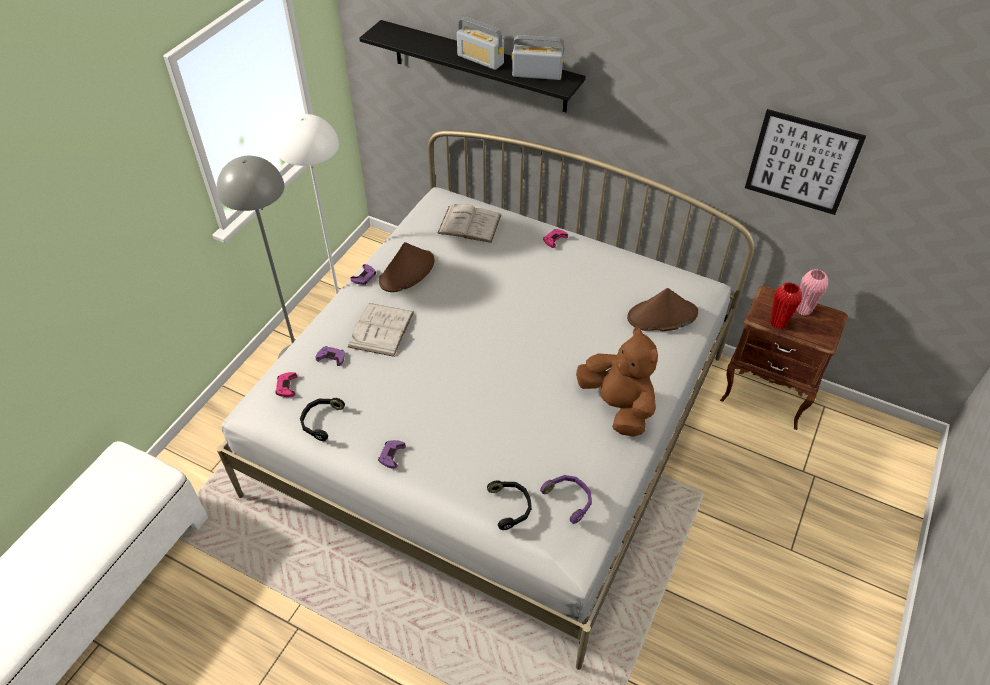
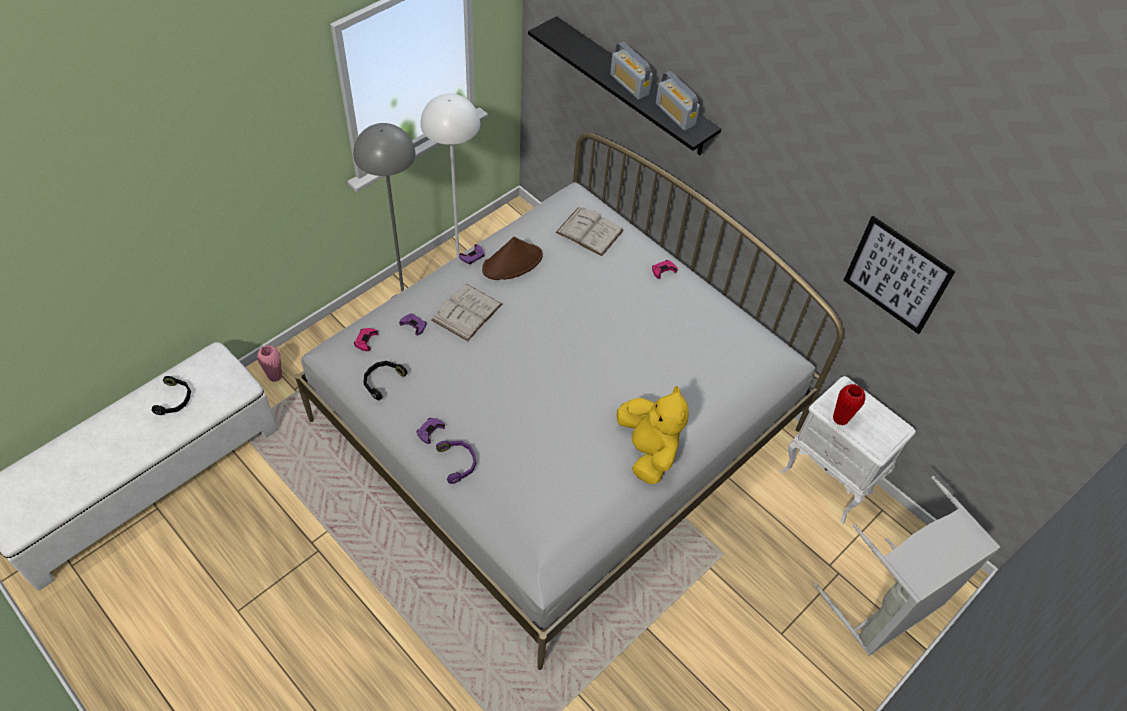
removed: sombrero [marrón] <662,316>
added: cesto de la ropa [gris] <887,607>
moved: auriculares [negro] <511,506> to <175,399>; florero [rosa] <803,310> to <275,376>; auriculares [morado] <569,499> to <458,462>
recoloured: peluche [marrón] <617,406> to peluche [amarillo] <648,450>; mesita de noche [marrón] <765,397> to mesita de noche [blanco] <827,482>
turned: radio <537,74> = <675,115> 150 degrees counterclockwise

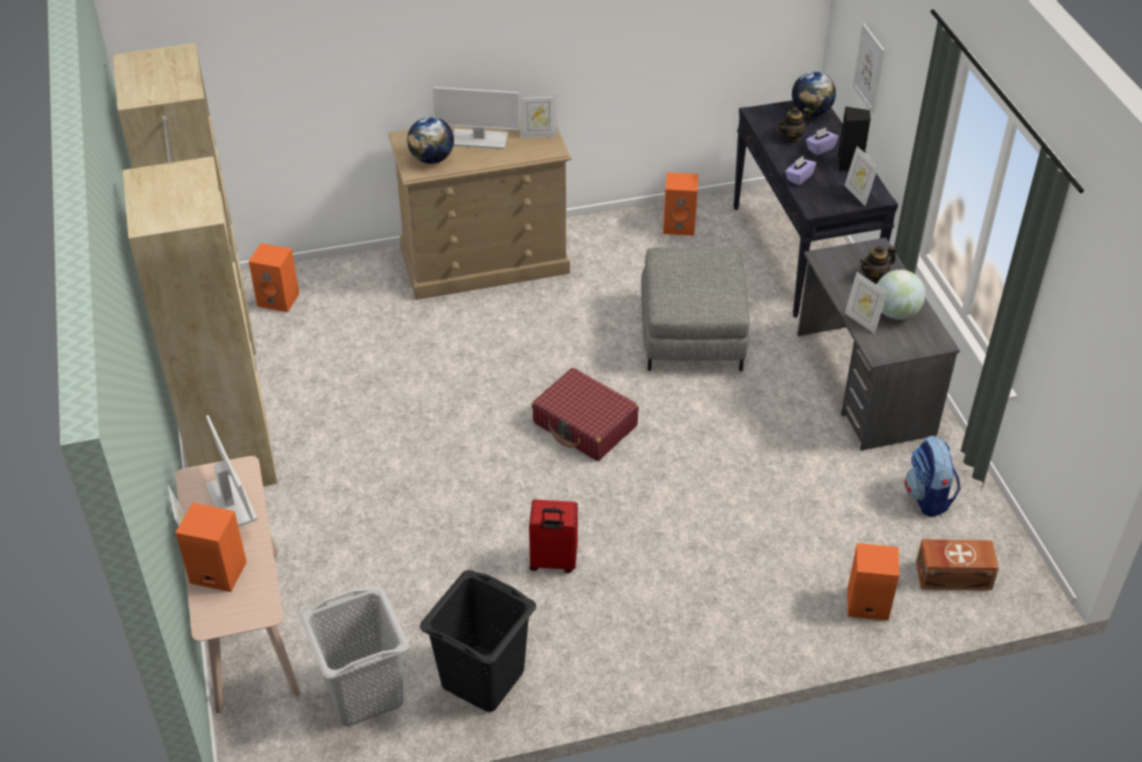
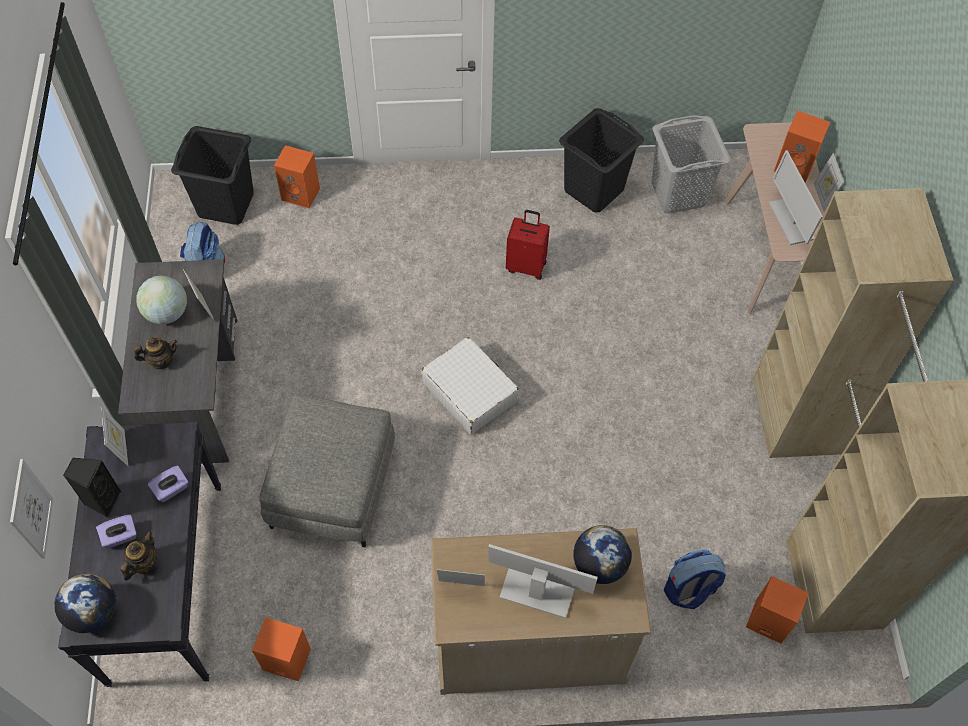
added: mochila <689,590>
replaced: caja de almacenaje [marrón] <952,574> to cesto de la ropa [negro] <226,205>
recoloured: maleta [rojo] <585,425> to maleta [blanco] <469,391>
turned: tetera <792,138> = <143,563> 45 degrees counterclockwise

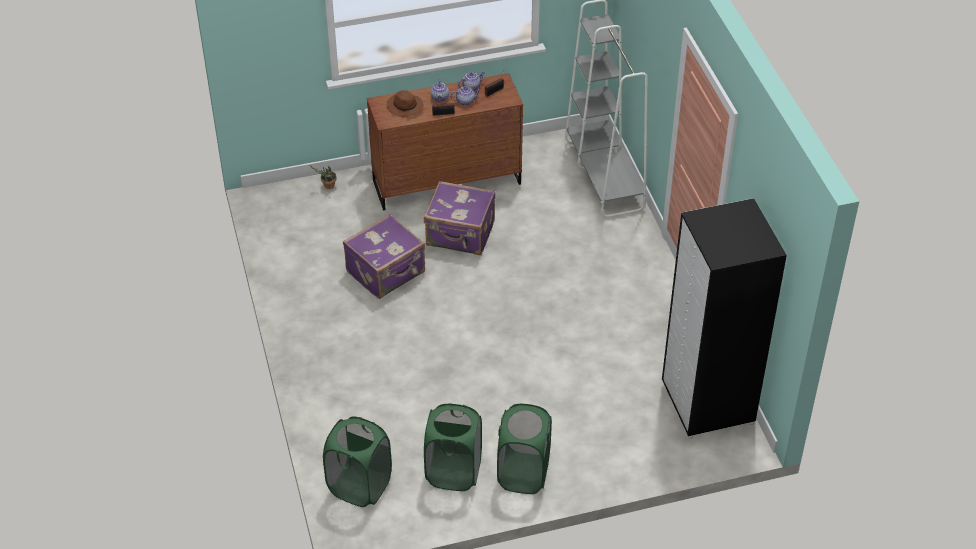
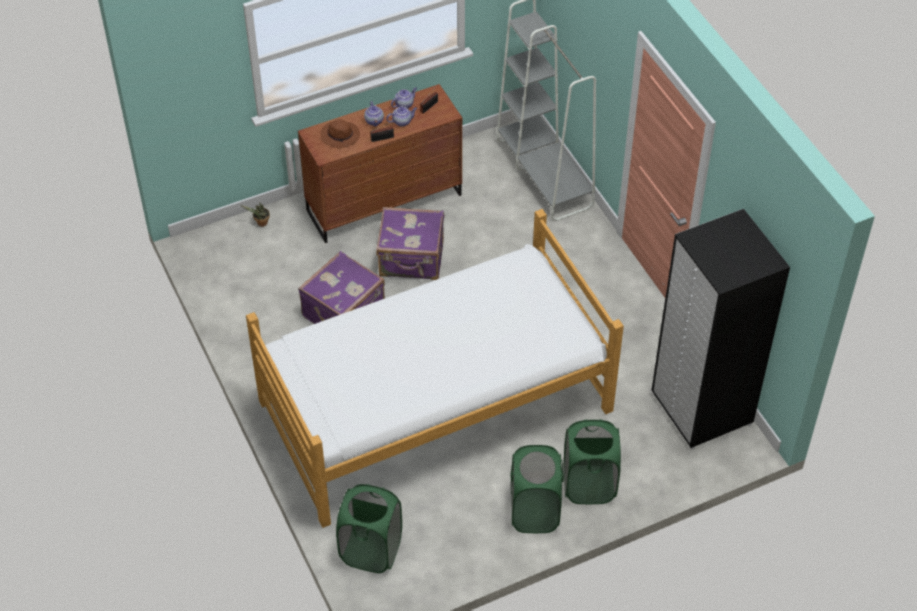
added: cama <434,405>
moved: cesto de la ropa [verde] <453,472> to <589,485>

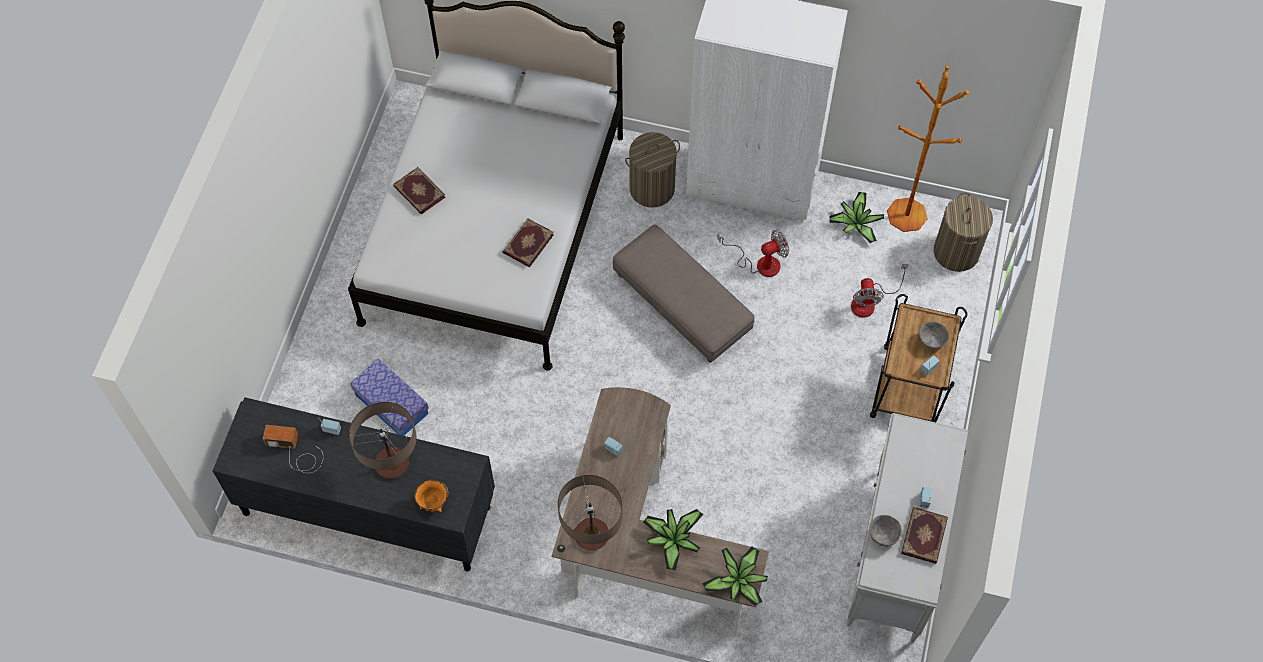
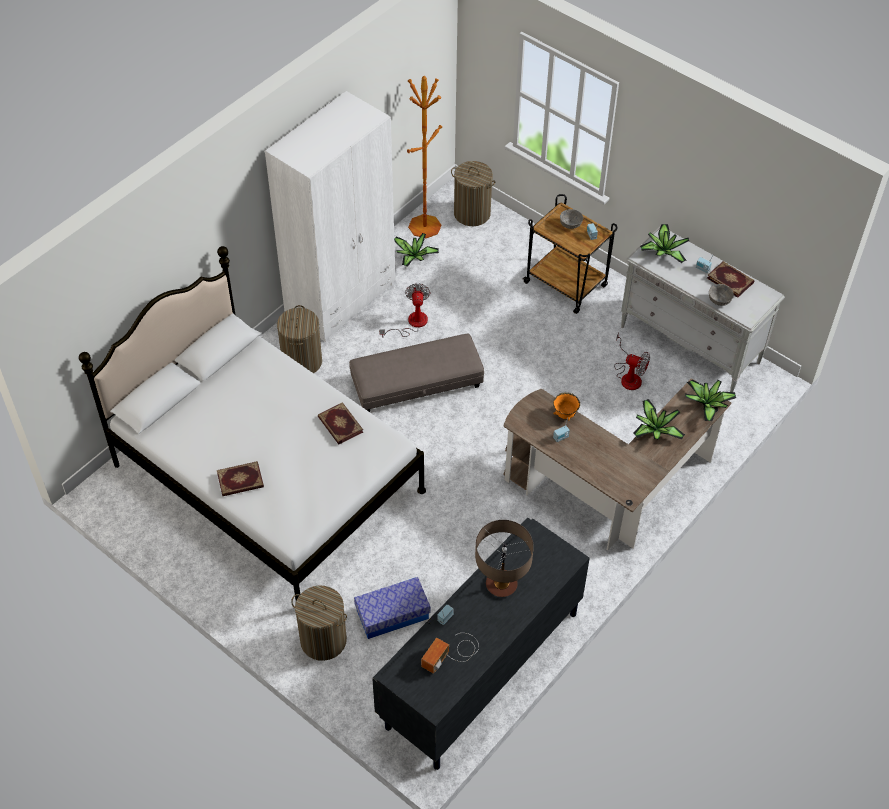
removed: lámpara de mesa <592,535>
added: cesto de la ropa <323,640>; planta en maceta <663,251>
moved: cuenco [naranja] <433,503> to <565,414>; ventilador <869,302> to <628,376>

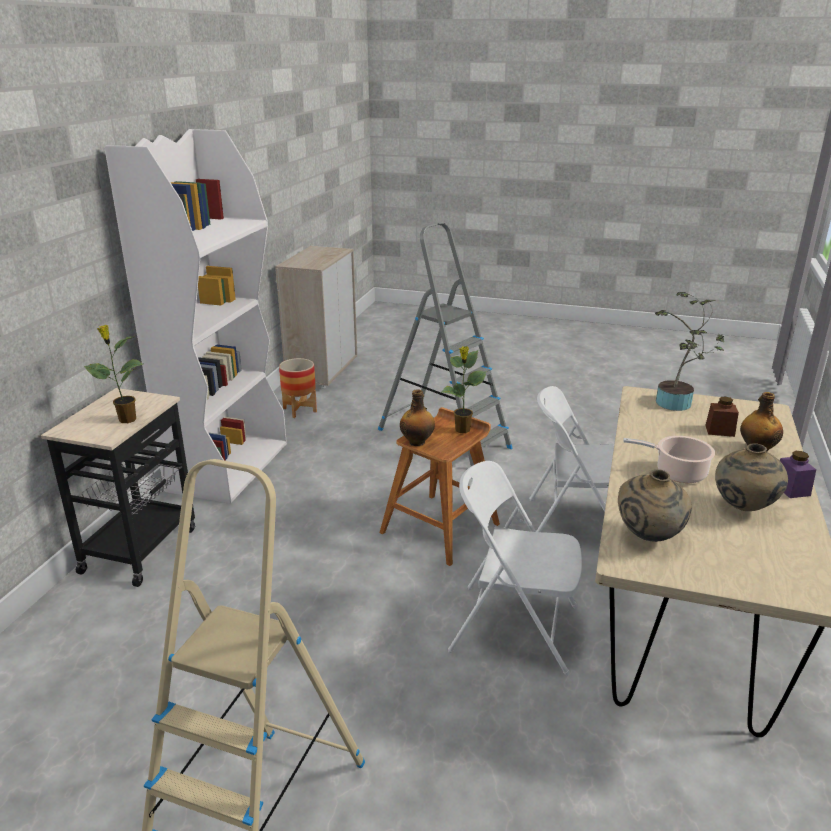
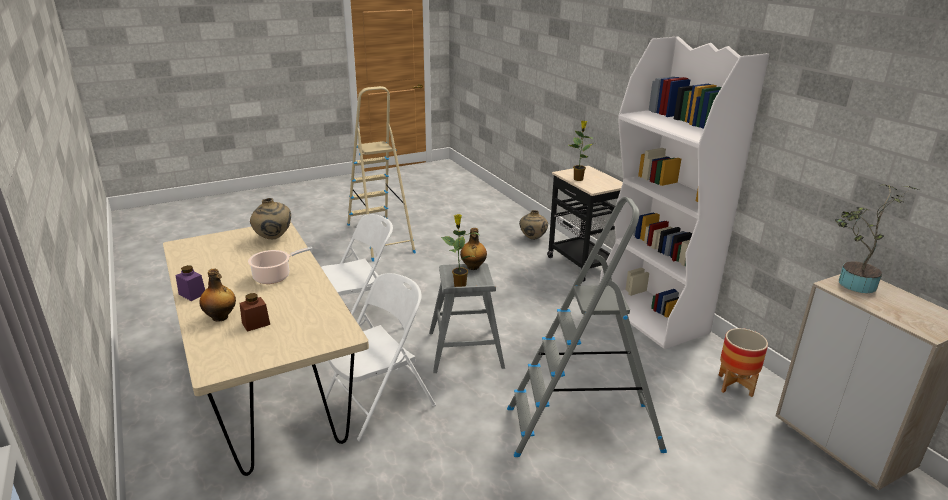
moved: florero [beis] <744,509> to <532,239>; planta en maceta <677,404> to <853,284>
recoloured: taburete [marrón] <441,527> to taburete [gris] <465,350>

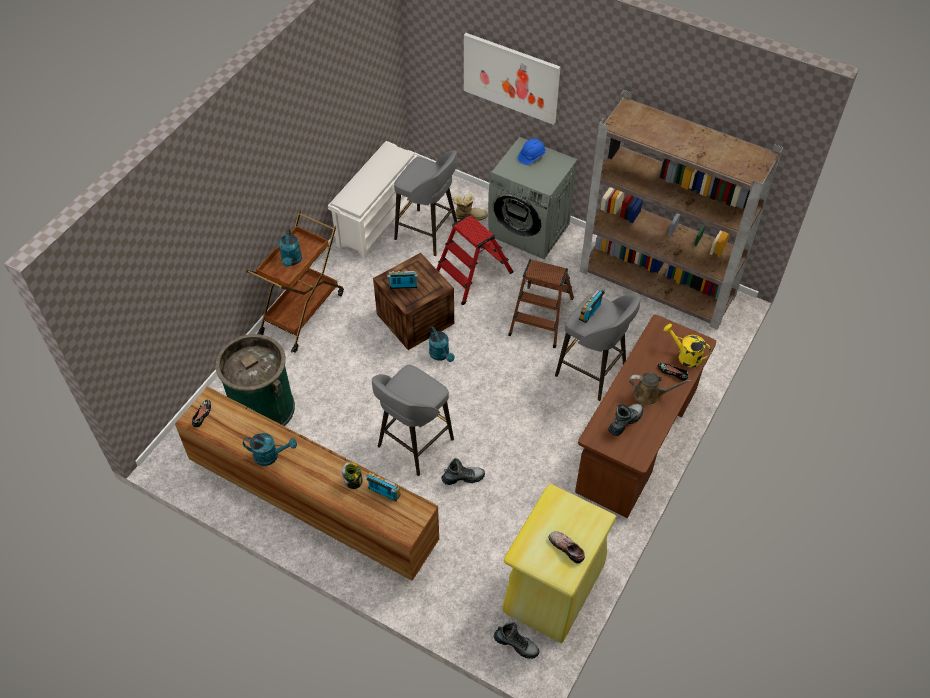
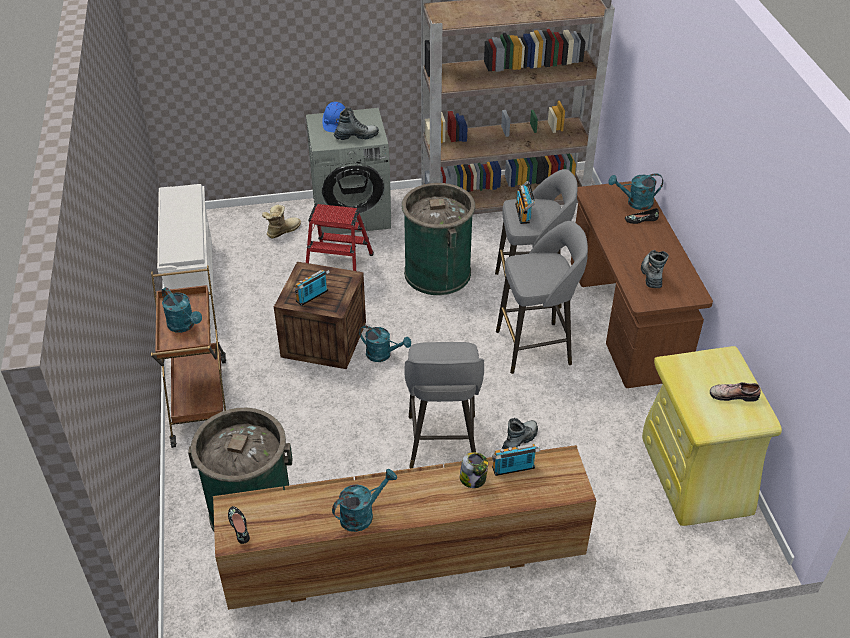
removed: cuadro <511,77>; regadera [marrón] <650,395>
moved: bota <516,644> to <356,136>; taburete [gris] <428,233> to <536,347>
replaced: escalera de tijera [marrón] <541,316> to papelera [verde] <437,273>
recoloured: regadera [amarillo] <685,356> to regadera [turquesa] <635,203>

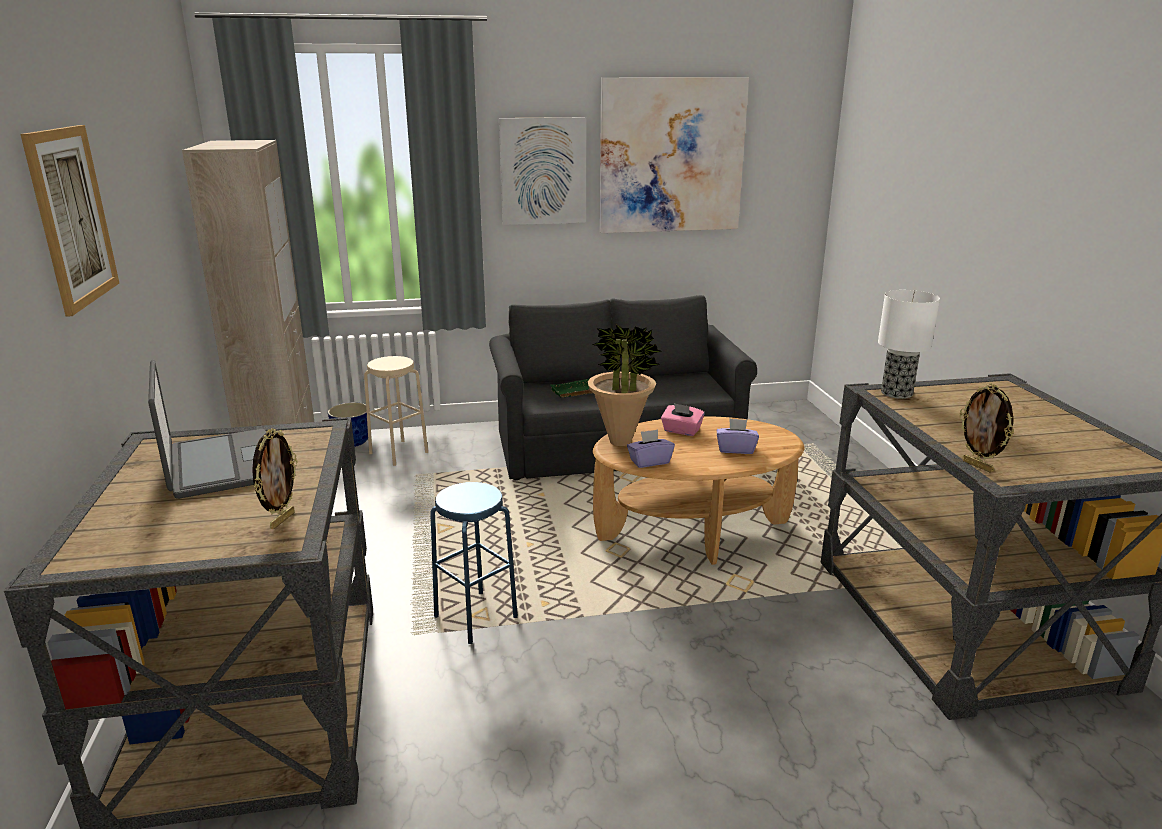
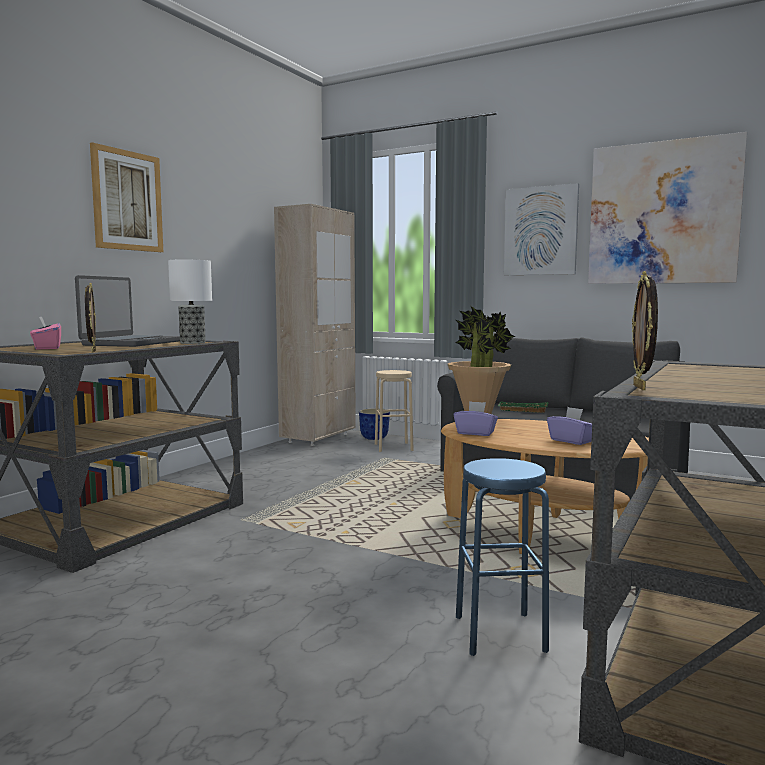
moved: caja de pañuelos [rosa] <681,431> to <47,348>; lámpara de mesa <895,393> to <192,343>; taburete [azul] <476,617> to <500,633>
turned: portarretratos <281,520> = <92,351> 75 degrees counterclockwise

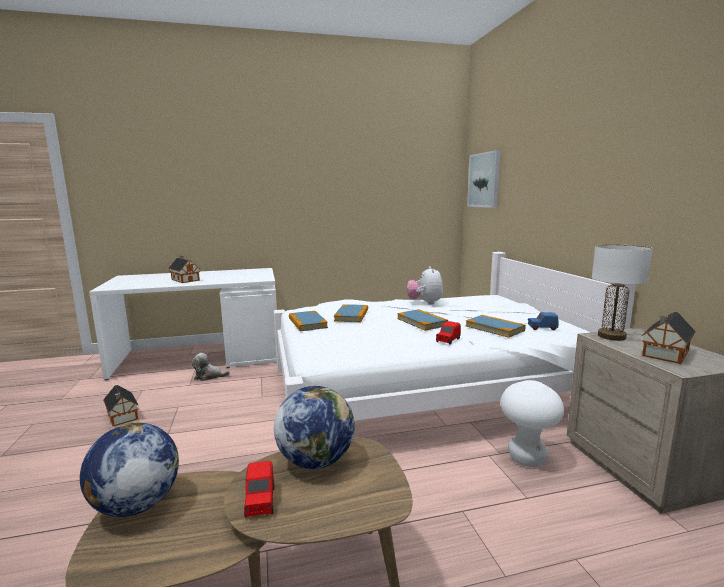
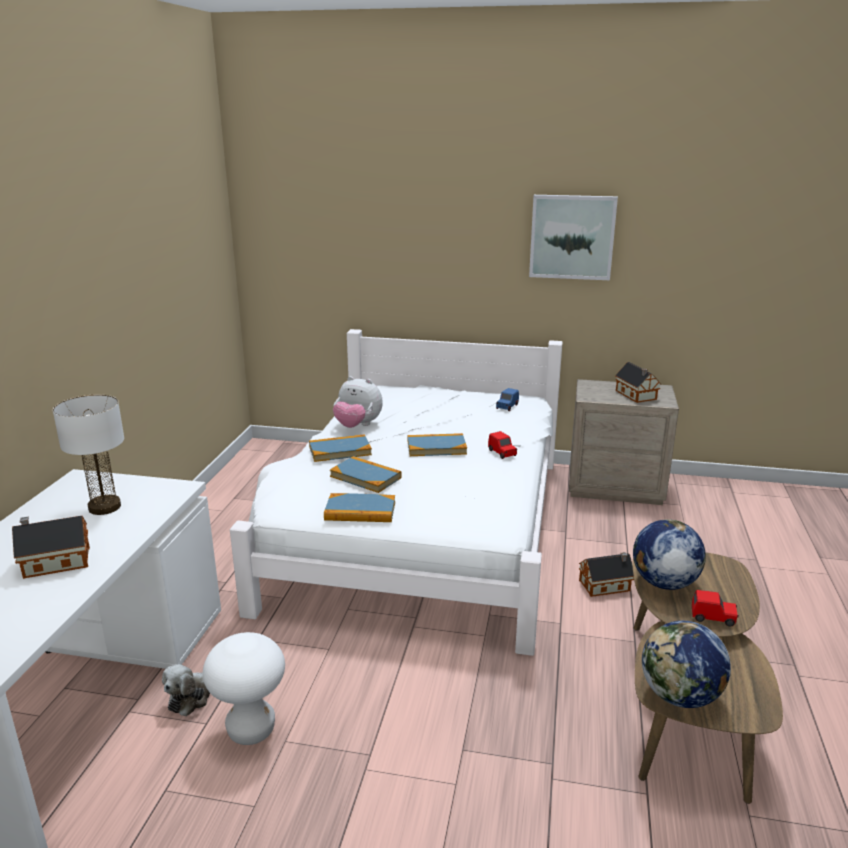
moved: lámpara de mesa <611,336> to <104,507>; taburete [blanco] <526,458> to <251,730>; libro <494,328> to <340,451>; cuadro <484,180> to <572,237>; casita <122,416> to <606,585>

